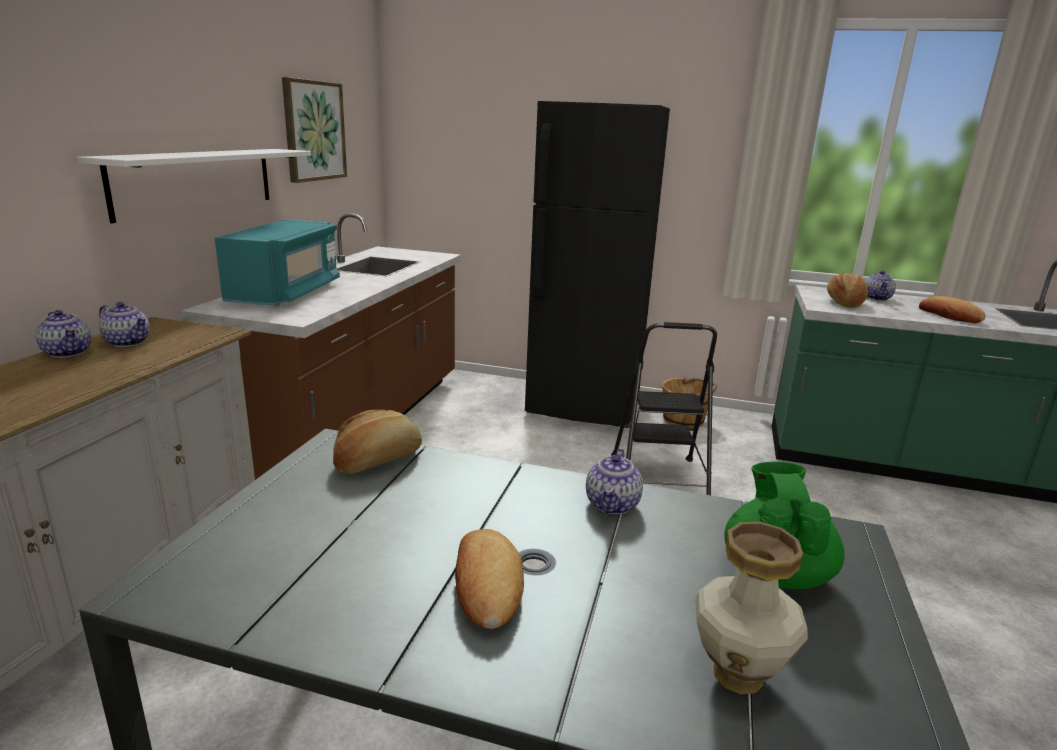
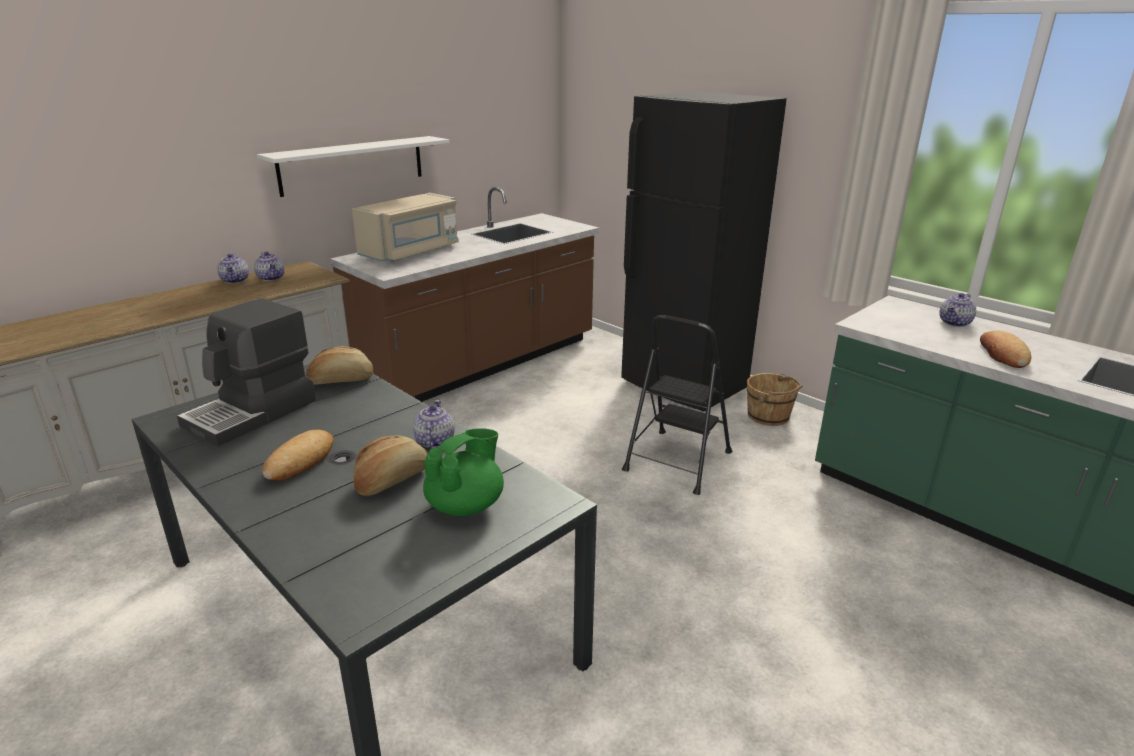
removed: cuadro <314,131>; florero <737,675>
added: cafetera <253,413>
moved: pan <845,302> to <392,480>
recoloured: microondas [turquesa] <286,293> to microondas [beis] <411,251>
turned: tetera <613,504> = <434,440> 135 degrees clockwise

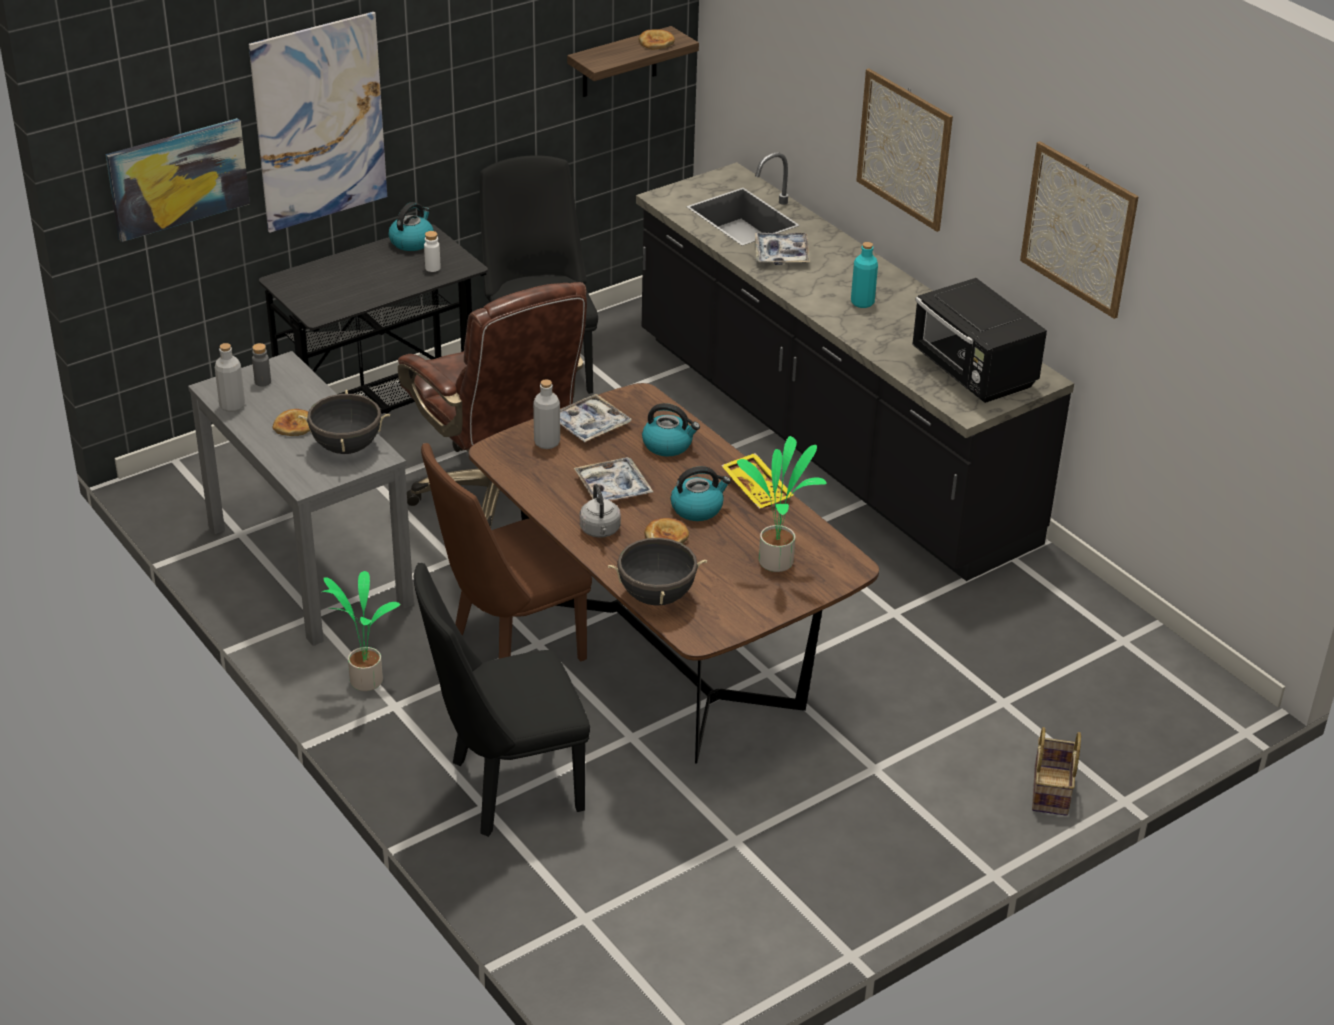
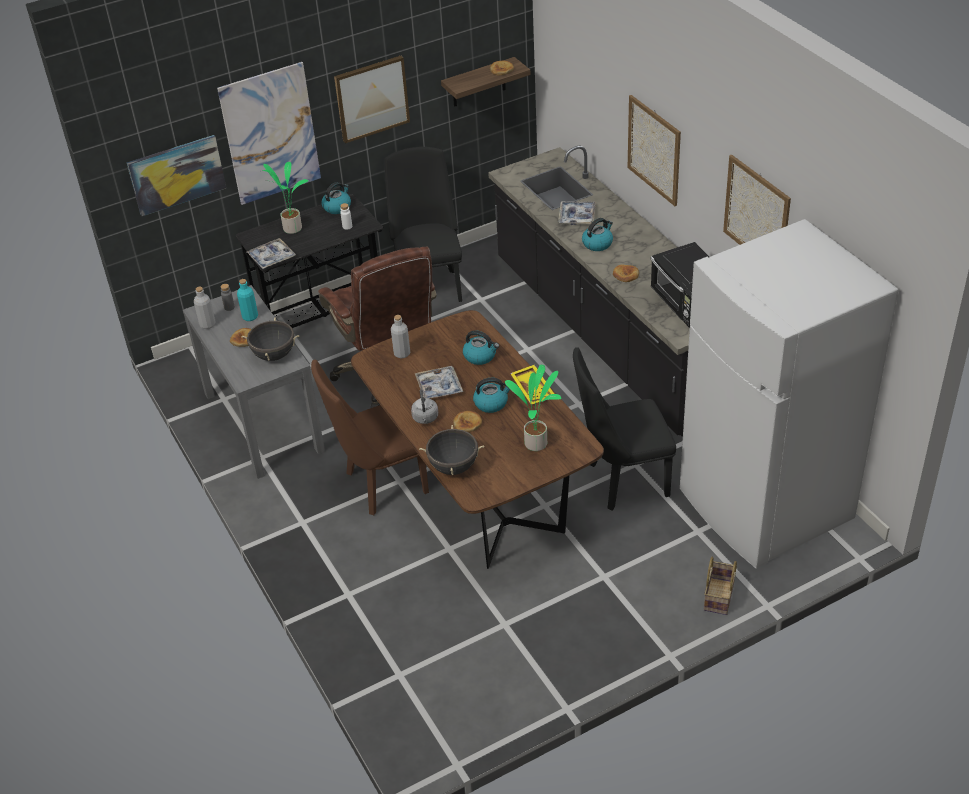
added: cuadro <371,98>; hervidor <597,243>; pan <625,275>; nevera [blanco] <765,504>
moved: botella [turquesa] <862,302> to <250,317>; bandeja <590,425> to <272,258>; planta en maceta <364,680> to <291,228>; silla [negro] <505,789> to <621,482>

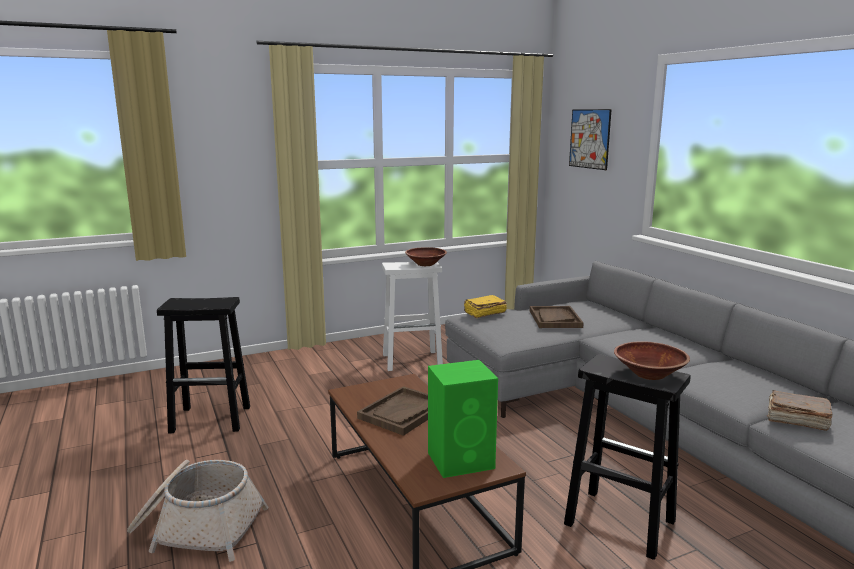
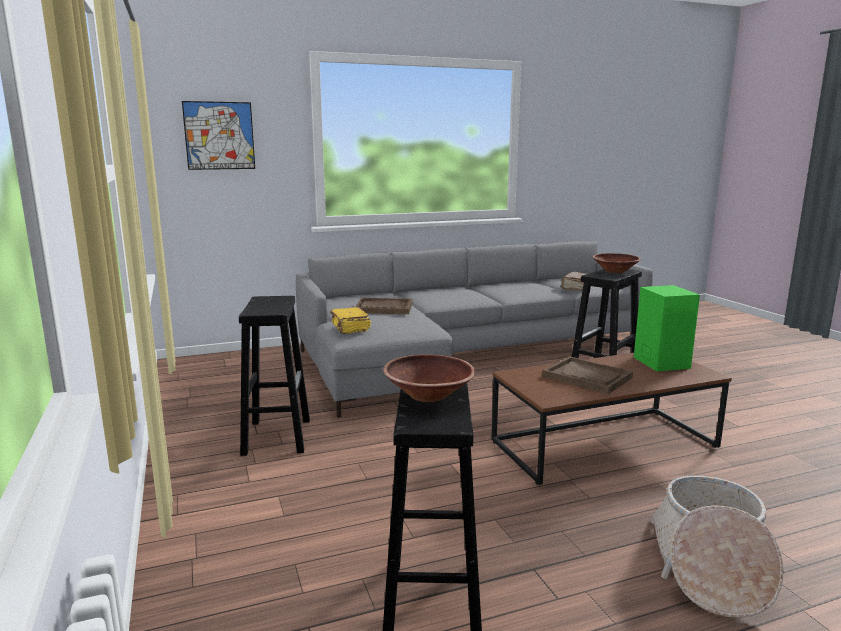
moved: cuenco [marrón] <425,264> to <428,395>
recoloured: taburete [blanco] <413,360> to taburete [negro] <277,436>

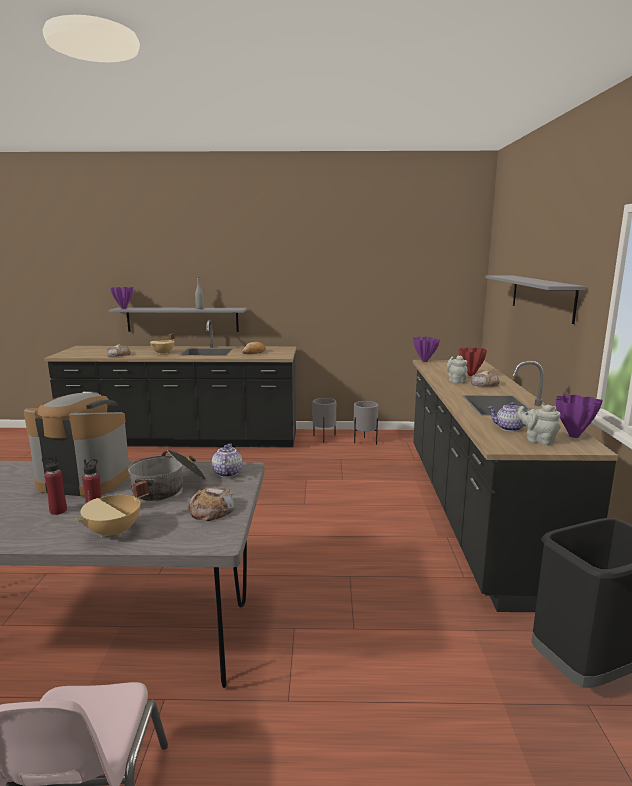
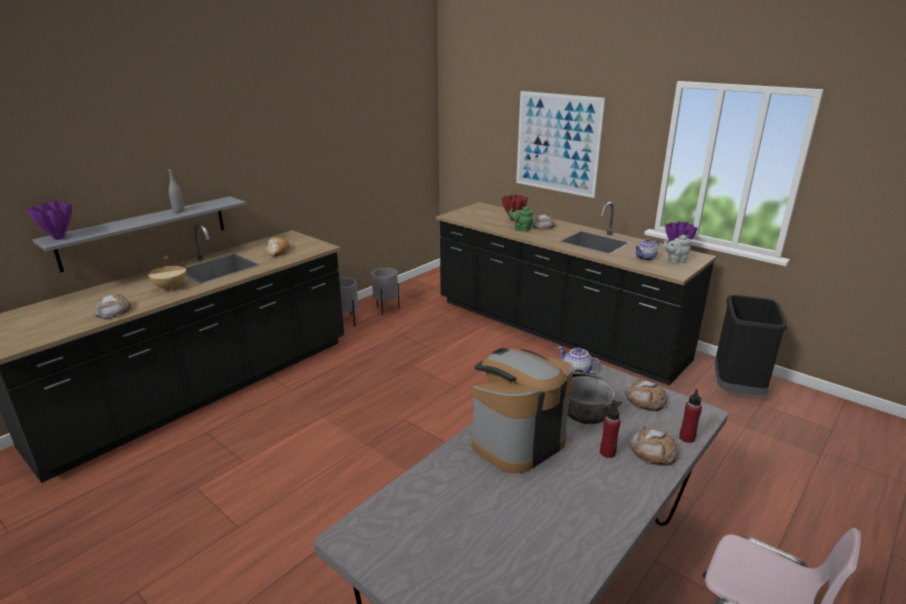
removed: florero [morado] <424,361>
moved: botella [rojo] <58,511> to <687,438>
replaced: estante [gris] <541,296> to cuadro <557,143>; olla [beis] <114,532> to pan <653,451>
recoloured: tetera [gris] <456,381> to tetera [verde] <521,229>

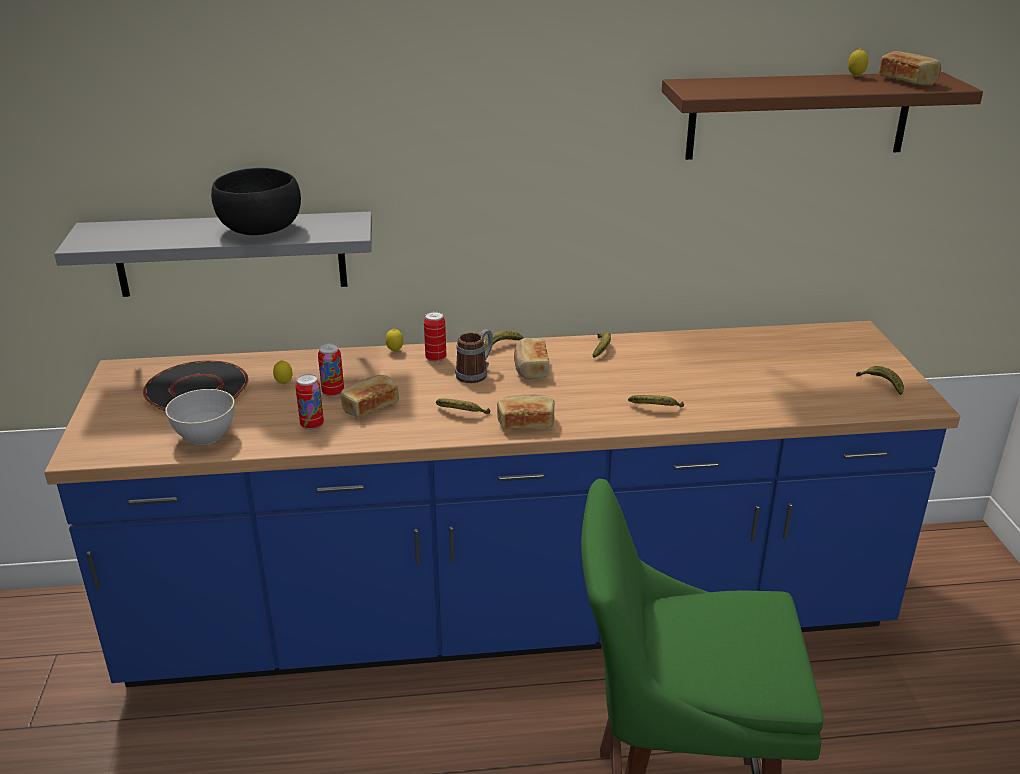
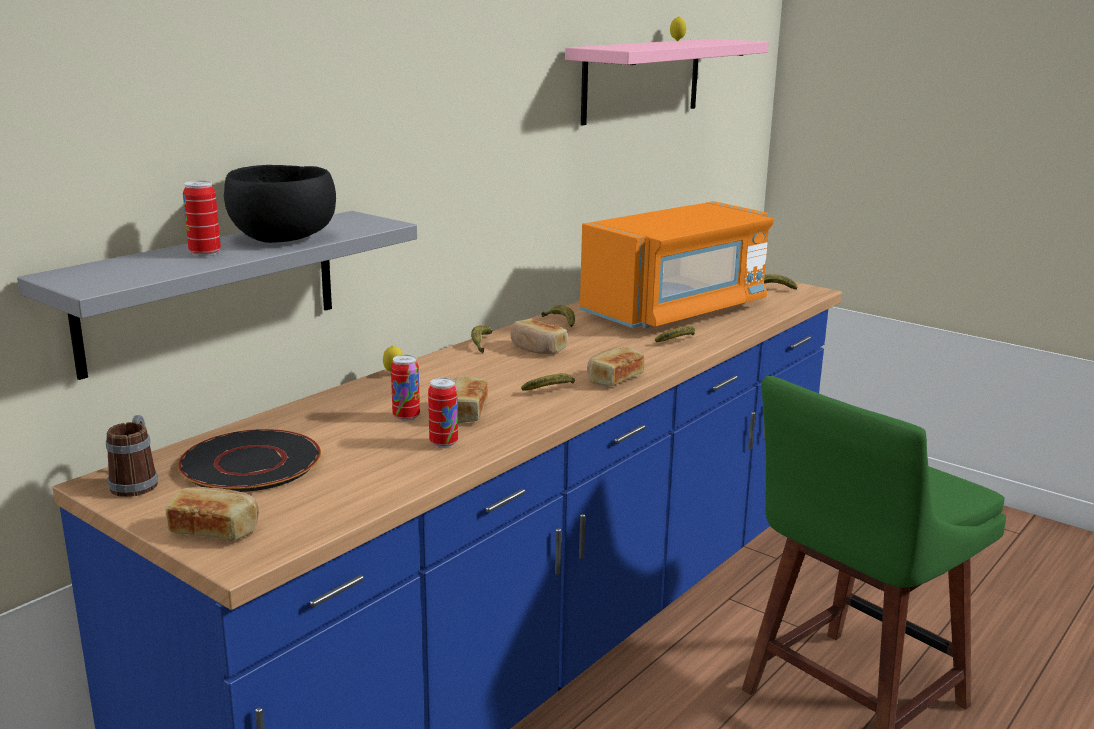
removed: cuenco [gris] <205,436>; limón <284,384>
added: microondas [naranja] <676,310>
moved: taza grande <476,373> to <137,482>; pan <907,81> to <215,530>; lata <436,358> to <205,253>
recoloured: estante [marrón] <798,116> to estante [rosa] <642,79>

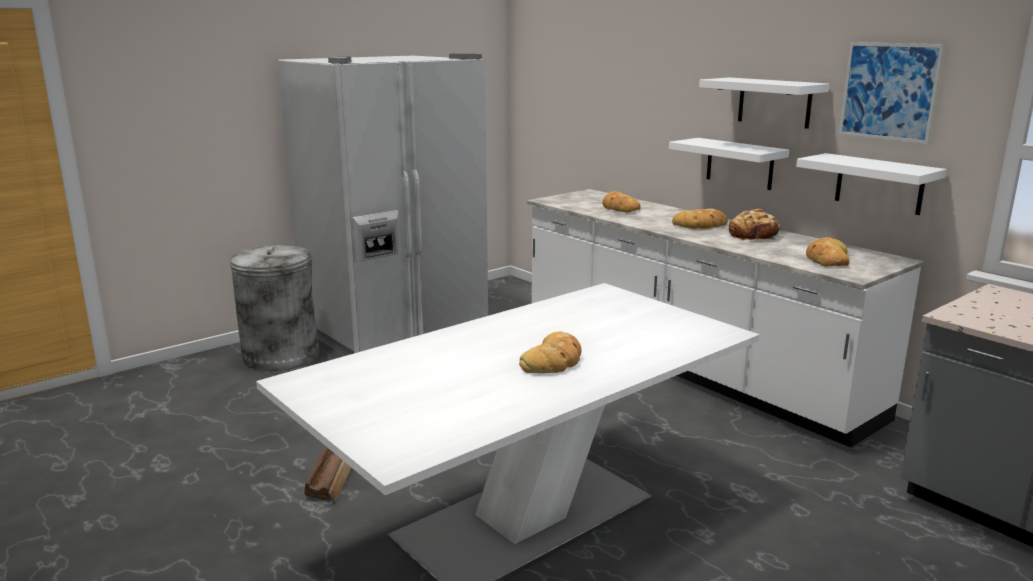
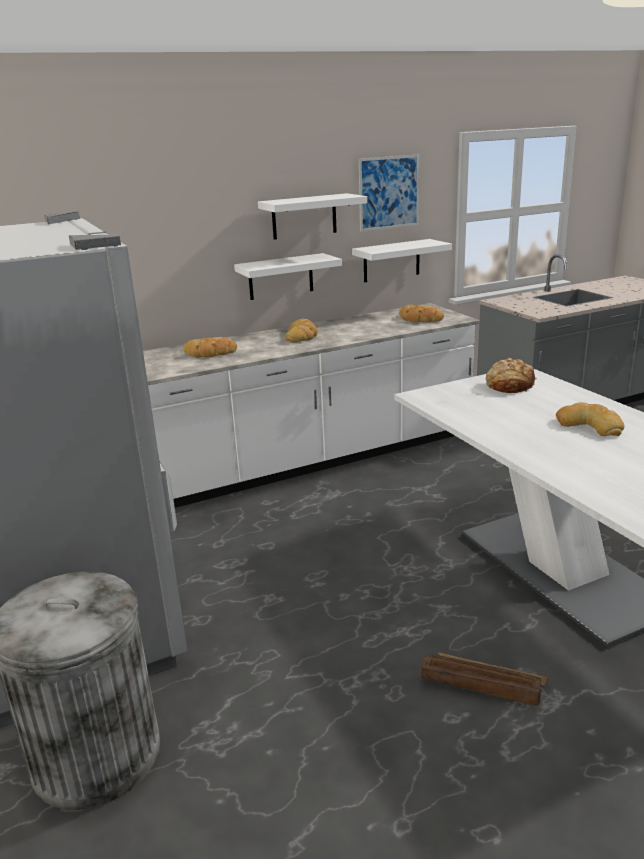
moved: pan <754,236> to <509,385>

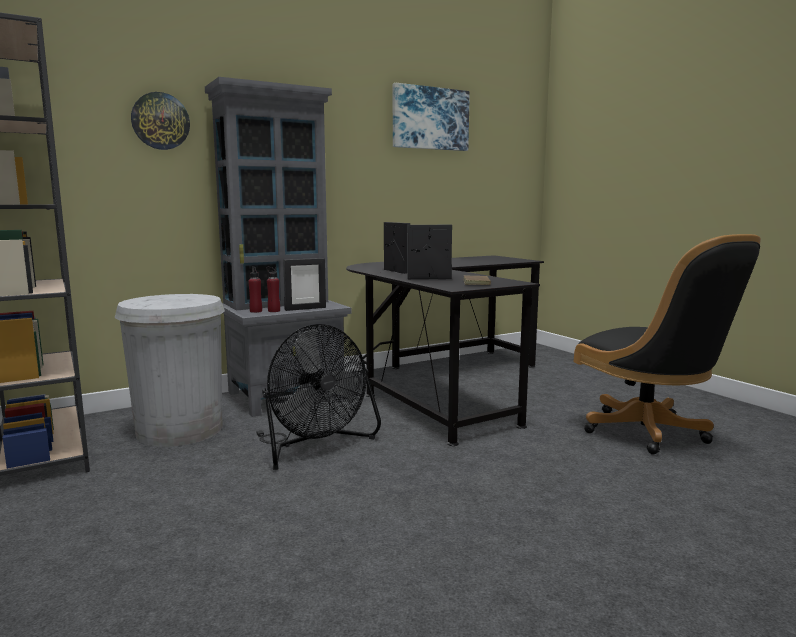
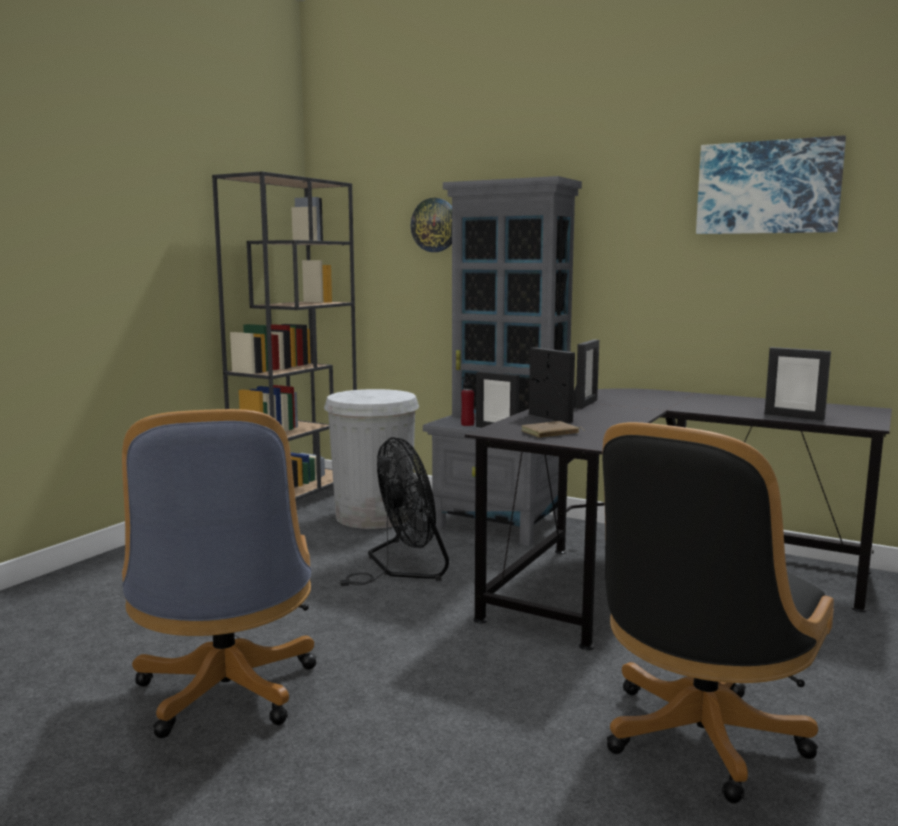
removed: botella [rojo] <256,311>
added: silla de oficina [azul] <227,700>; portarretratos <794,416>
turned: ventilador [negro] <310,446> = <396,565> 135 degrees counterclockwise

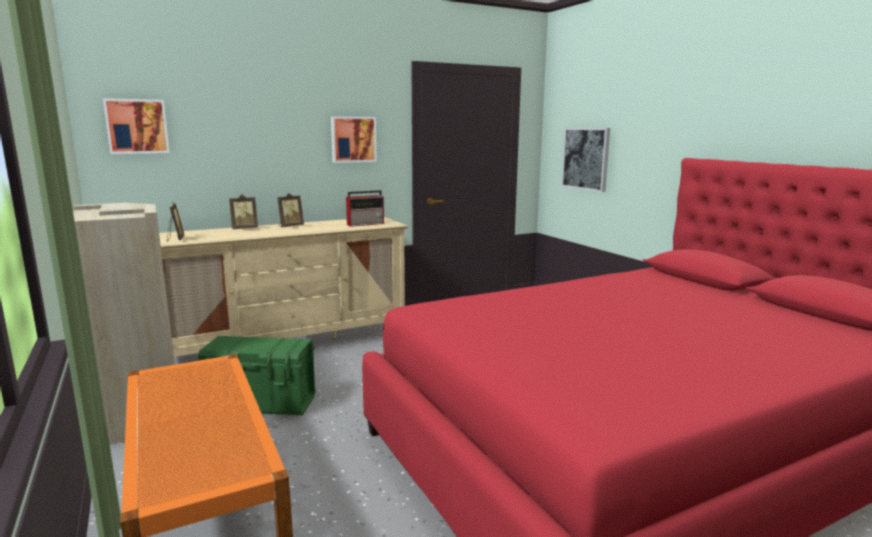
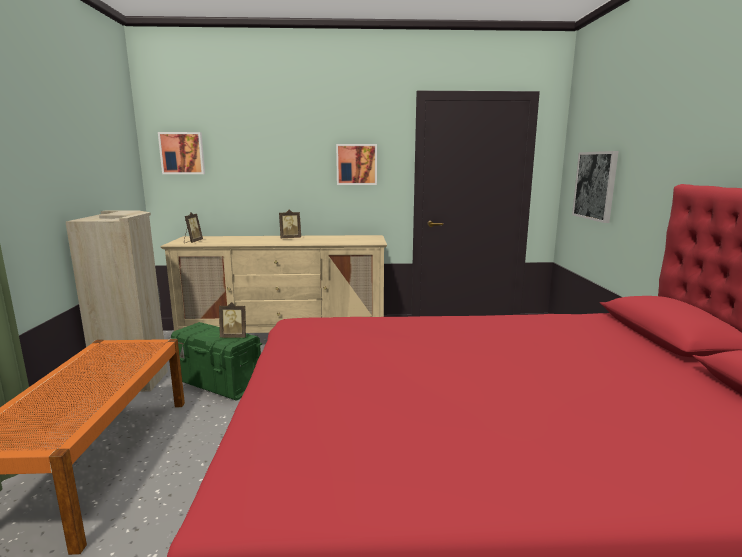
removed: radio <366,224>
moved: portarretratos <244,229> to <234,336>

